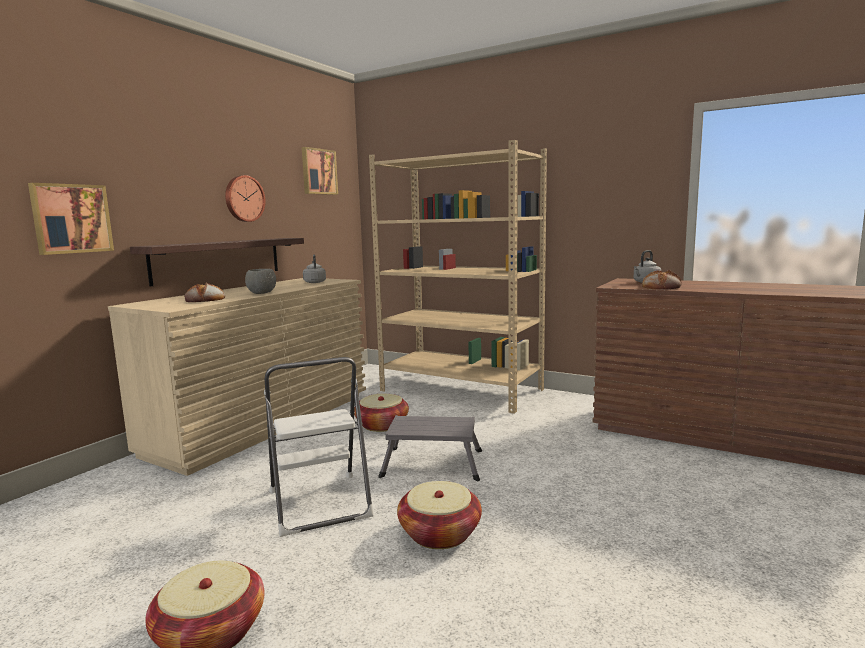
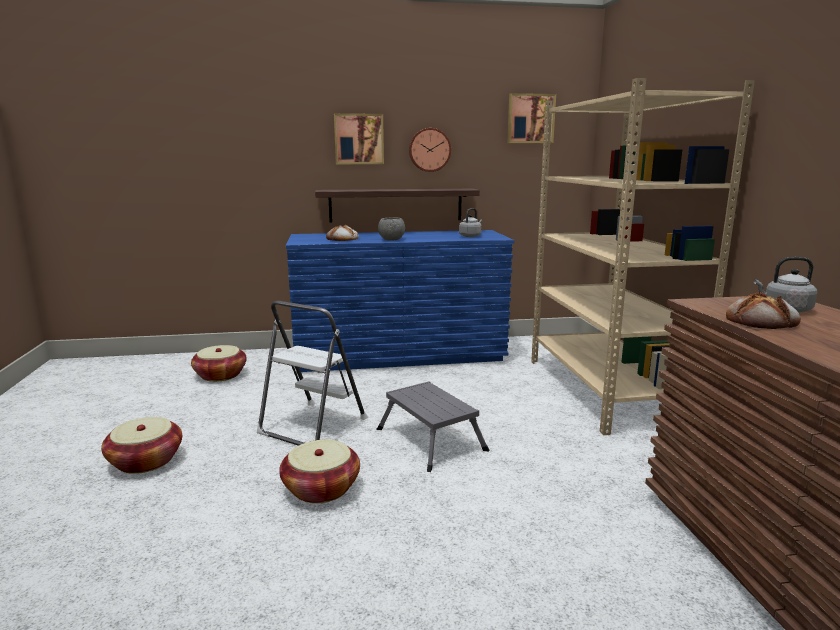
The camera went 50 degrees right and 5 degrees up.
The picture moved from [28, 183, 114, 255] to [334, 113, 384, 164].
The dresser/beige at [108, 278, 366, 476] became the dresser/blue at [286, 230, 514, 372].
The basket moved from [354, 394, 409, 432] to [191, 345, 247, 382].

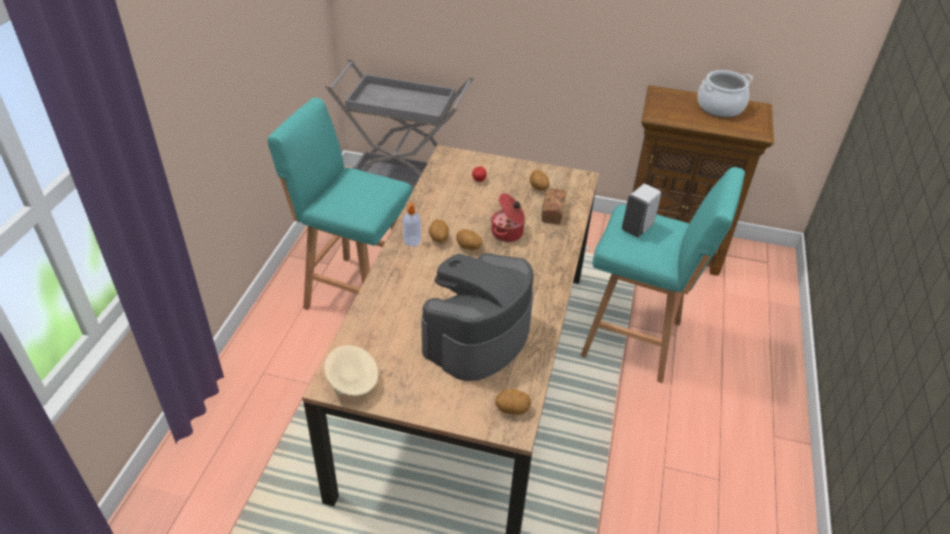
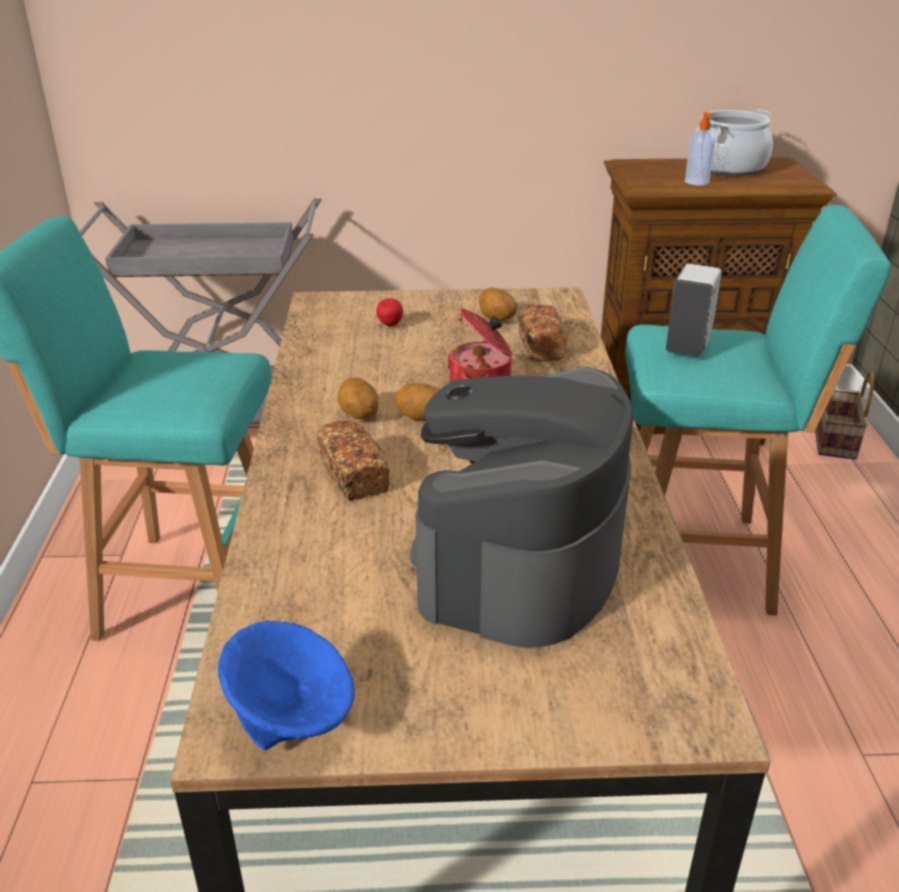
The camera went 15 degrees left and 10 degrees down.
The soap dispenser moved from [403, 203, 421, 246] to [685, 112, 715, 186].
The bowl/beige at [324, 345, 378, 396] became the bowl/blue at [218, 620, 355, 751].
The potato at [495, 389, 531, 415] disappeared.
The basket at [815, 371, 874, 460] appeared.
The bread at [316, 421, 390, 501] appeared.

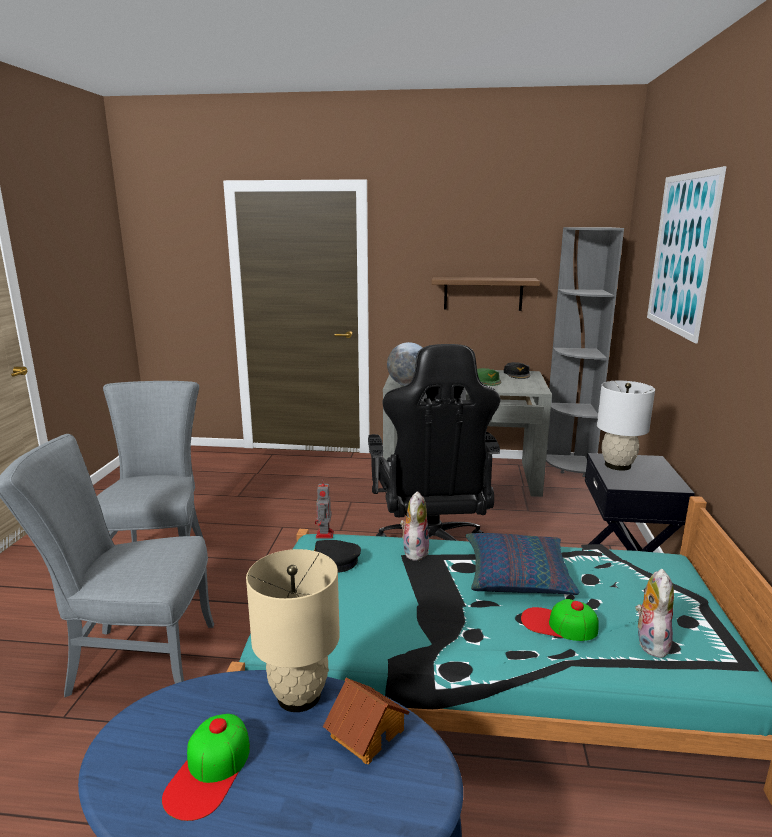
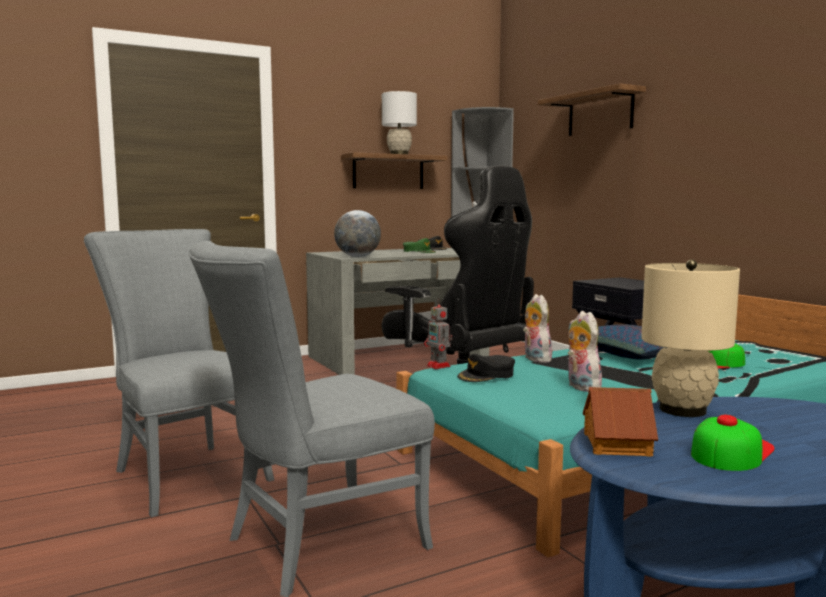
The camera went 35 degrees left and 10 degrees down.
The picture at [647, 166, 727, 343] was replaced by the shelf at [538, 83, 646, 136].
The table lamp/white moved from [597, 381, 655, 471] to [382, 91, 417, 154].
The plush toy moved from [635, 569, 674, 658] to [568, 311, 602, 392].
The toy house moved from [323, 678, 409, 765] to [583, 387, 658, 457].
The cap at [162, 714, 250, 821] turned 120 degrees counterclockwise.

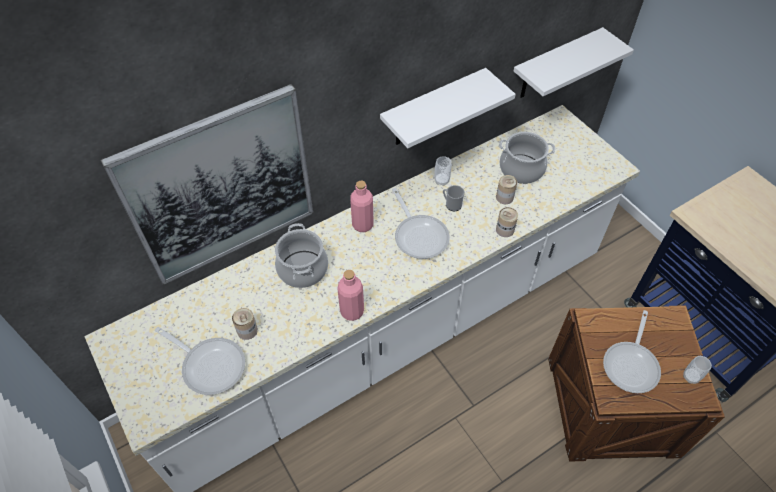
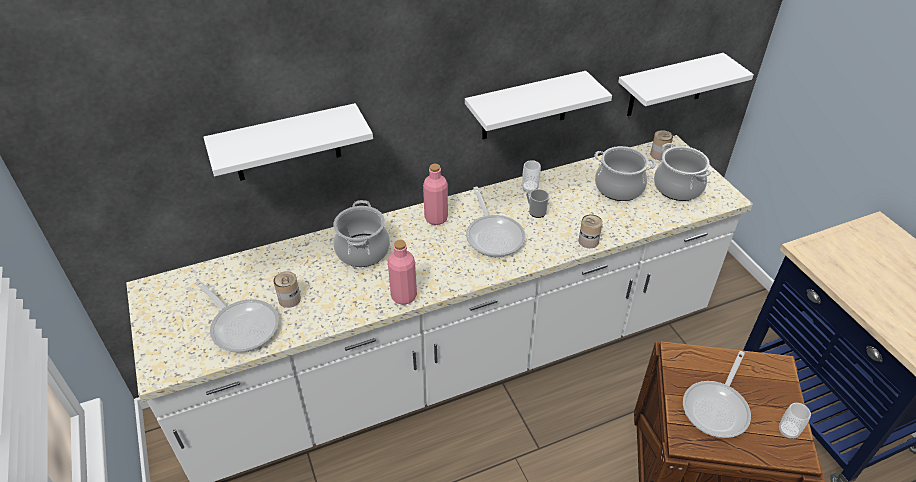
The camera went 10 degrees right and 10 degrees down.
The picture at [101, 84, 313, 285] was replaced by the shelf/white at [203, 103, 373, 181].
The can moved from [496, 175, 517, 204] to [650, 130, 673, 160].
The cooking pot at [654, 143, 711, 201] appeared.

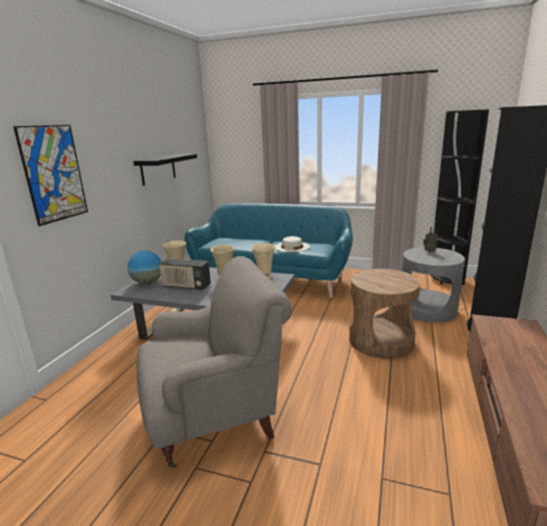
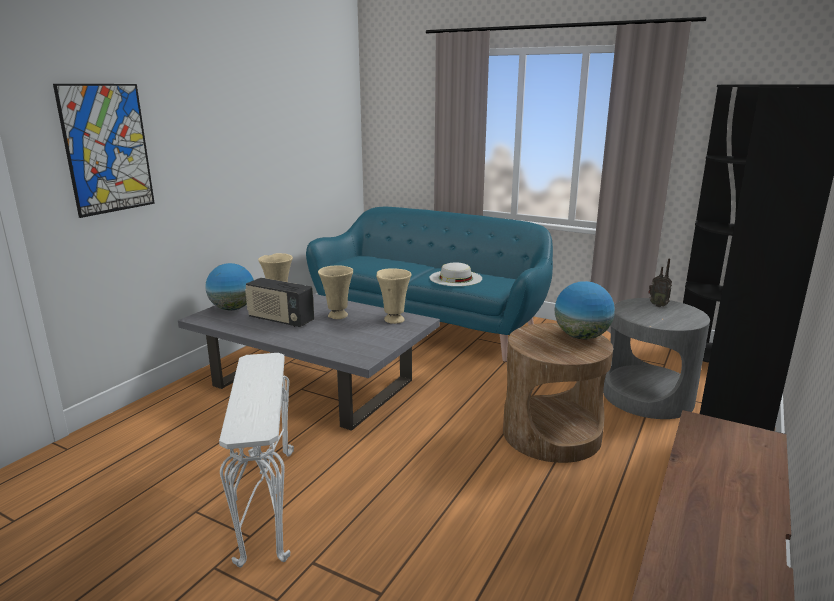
The camera went 10 degrees right and 0 degrees up.
The shelf/black at [133, 154, 197, 186] disappeared.
The armchair/grey at [137, 256, 291, 468] was replaced by the side table/white at [219, 353, 294, 568].
The globe at [554, 281, 615, 339] appeared.

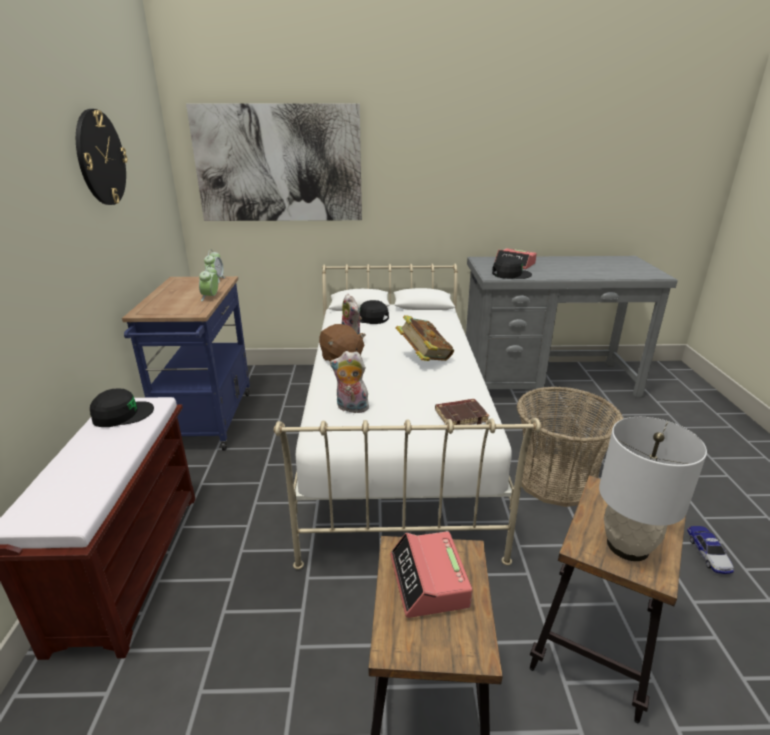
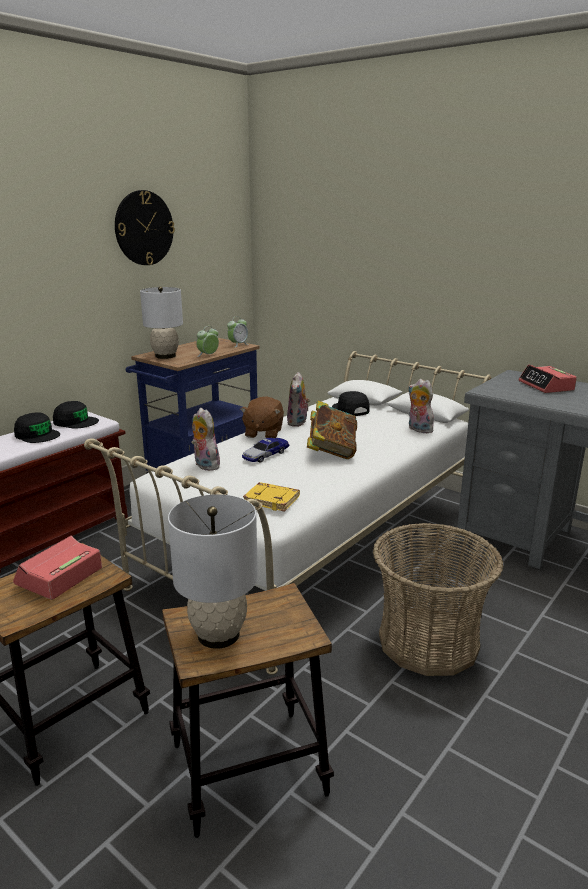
The camera went 40 degrees right and 5 degrees down.
The picture at [186, 103, 362, 221] disappeared.
The cap/black moved from [492, 256, 532, 279] to [14, 413, 60, 443].
The book/brown at [435, 399, 490, 425] became the book/yellow at [243, 482, 300, 512].
The toy car moved from [687, 526, 734, 574] to [242, 438, 289, 463].
The table lamp/white at [140, 286, 183, 359] appeared.
The plush toy at [408, 379, 434, 433] appeared.

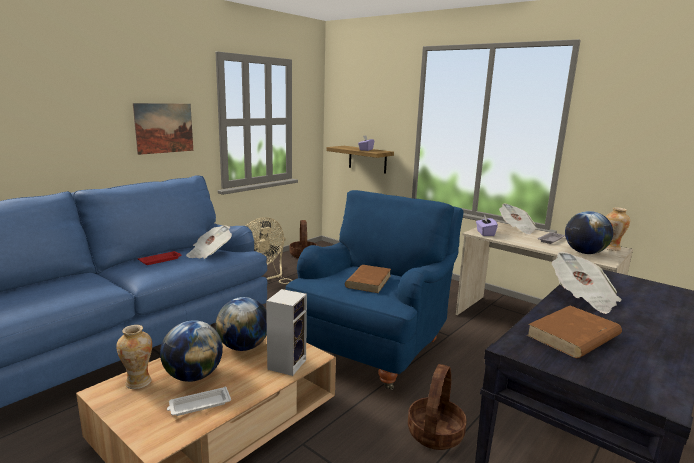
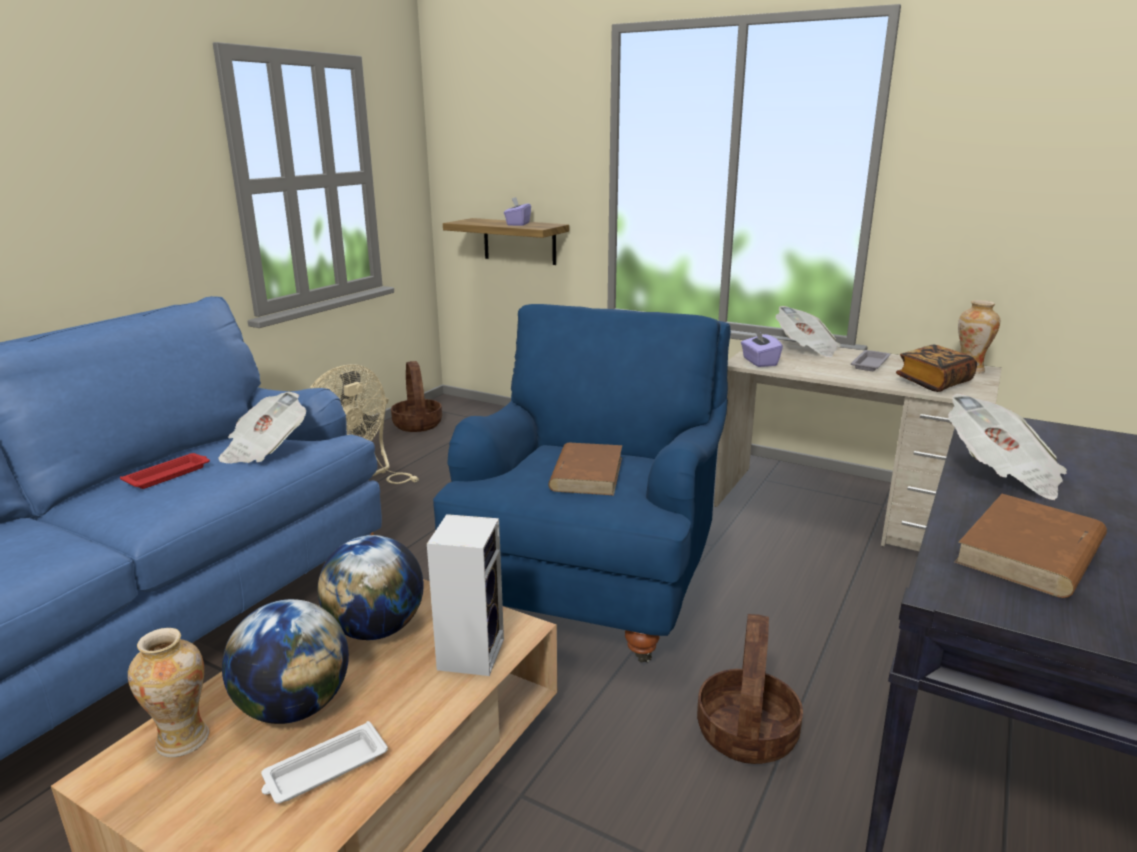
The camera went 10 degrees left and 5 degrees up.
The picture at [133, 103, 193, 155] disappeared.
The globe at [565, 211, 613, 254] was replaced by the book at [896, 345, 977, 392].

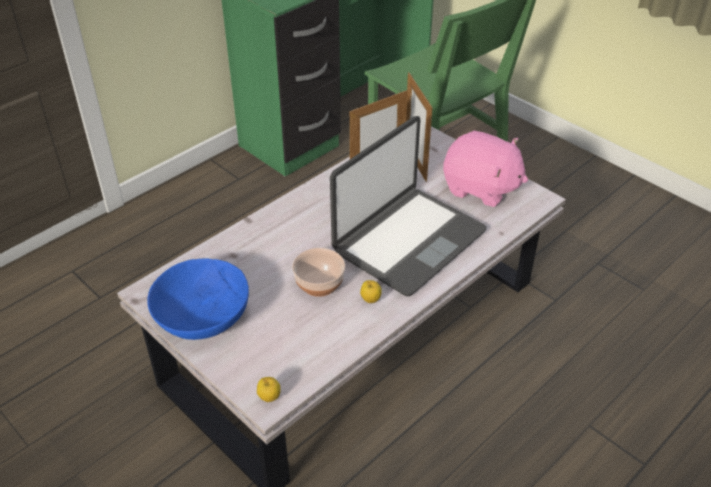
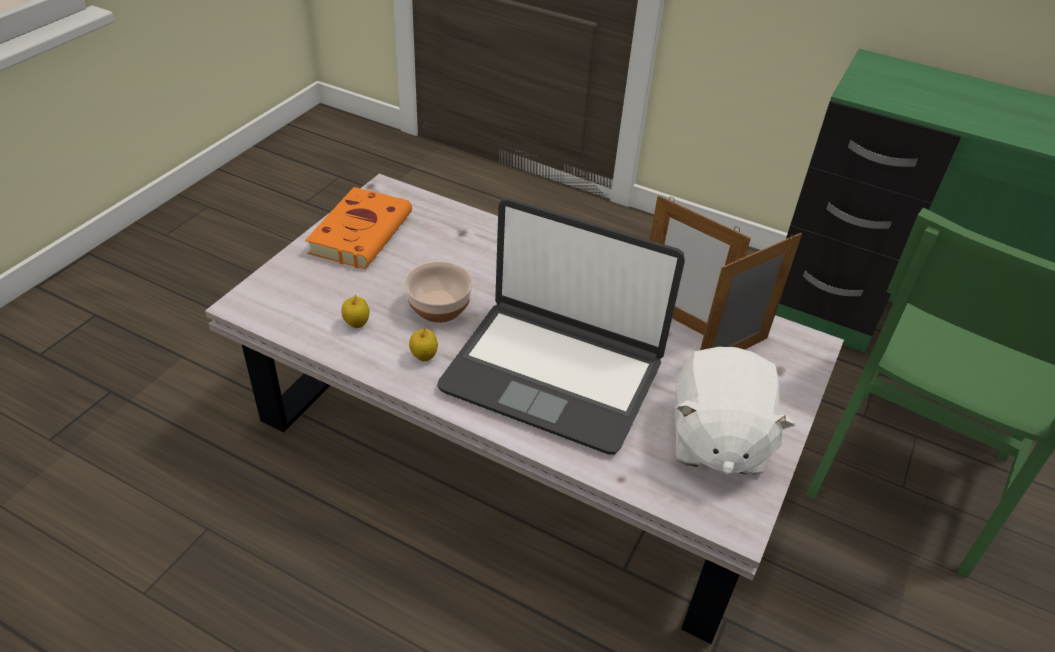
The camera went 70 degrees right and 0 degrees up.
The plush toy/pink at [443, 131, 528, 207] became the plush toy/white at [675, 347, 796, 475].
The bowl/blue at [147, 258, 249, 340] was replaced by the book/orange at [305, 187, 412, 269].
The apple moved from [257, 377, 281, 402] to [341, 295, 370, 328].

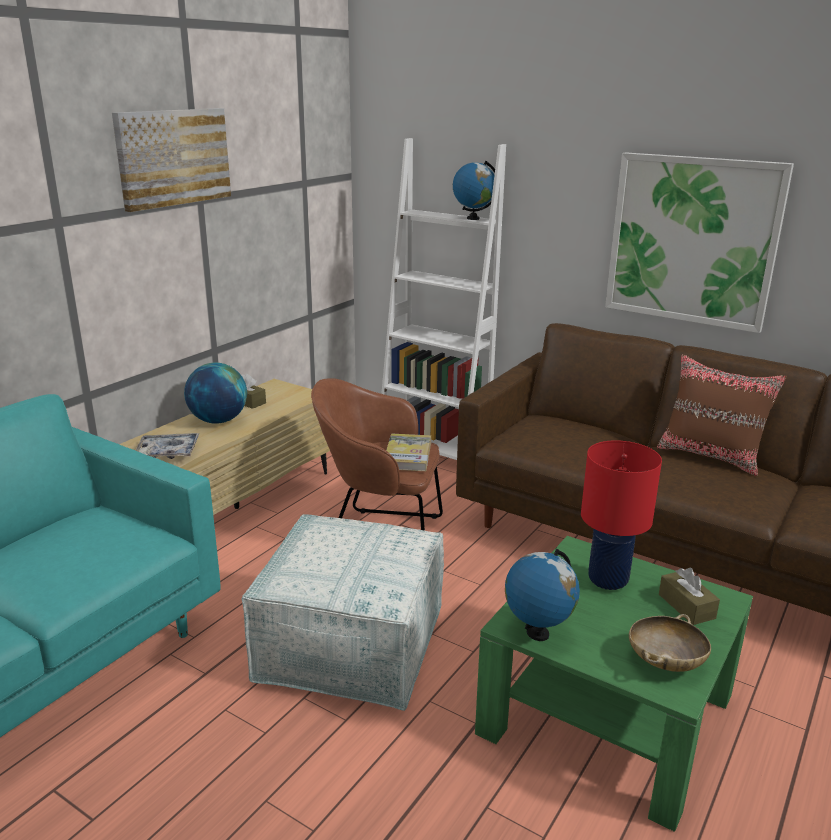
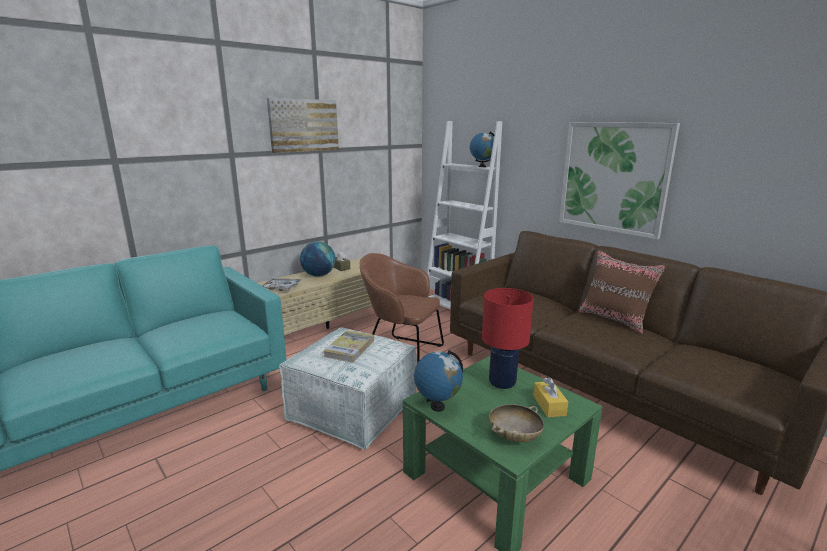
The camera went 15 degrees right and 5 degrees down.
The book moved from [386, 433, 431, 471] to [324, 330, 374, 363].
The tissue box/brown at [659, 568, 720, 625] became the tissue box/yellow at [533, 377, 568, 417].

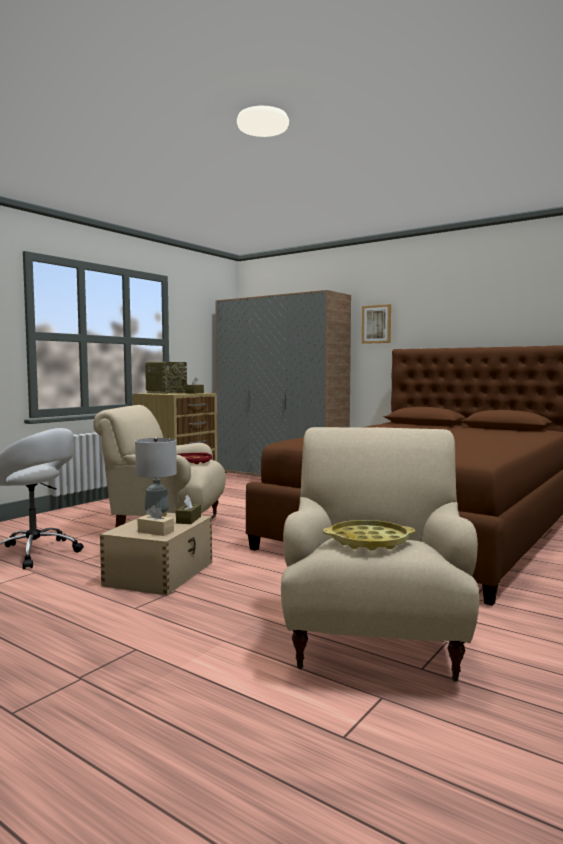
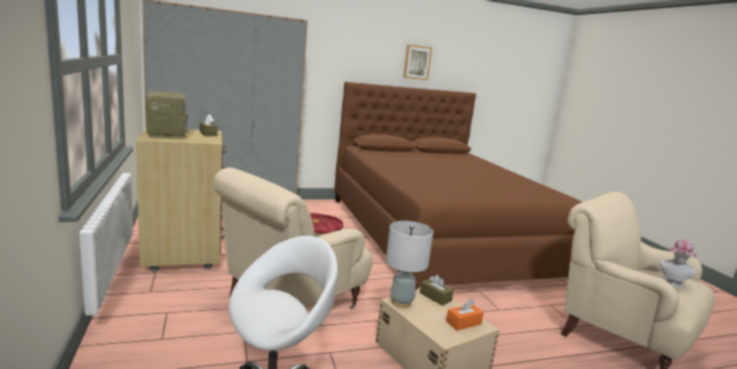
The camera went 55 degrees left and 10 degrees up.
The picture moved from [362, 304, 391, 344] to [403, 45, 432, 80].
The tissue box/beige at [137, 505, 174, 536] became the tissue box/orange at [446, 299, 484, 331].
The tray/yellow at [323, 520, 415, 551] was replaced by the hat at [660, 239, 698, 288].

